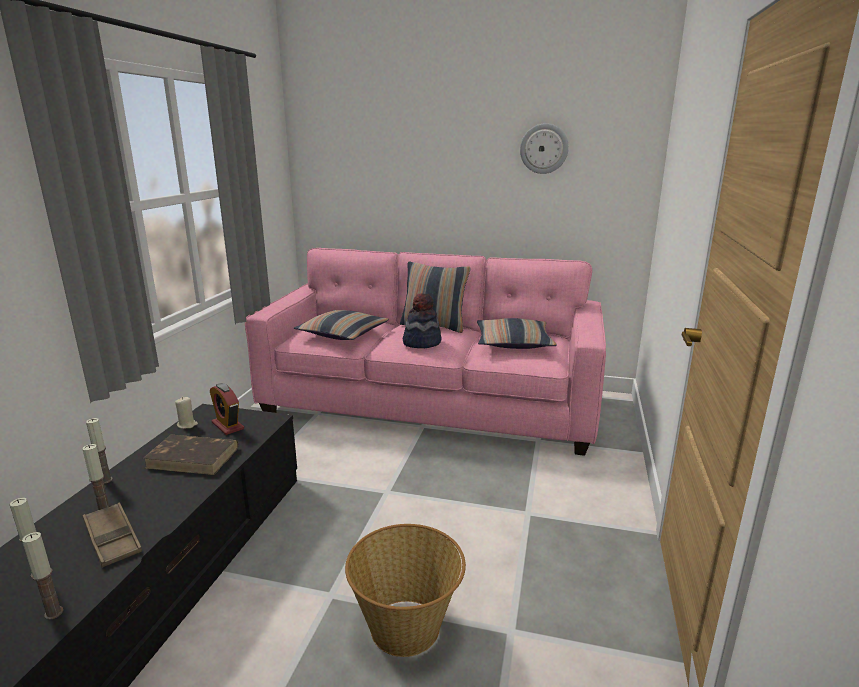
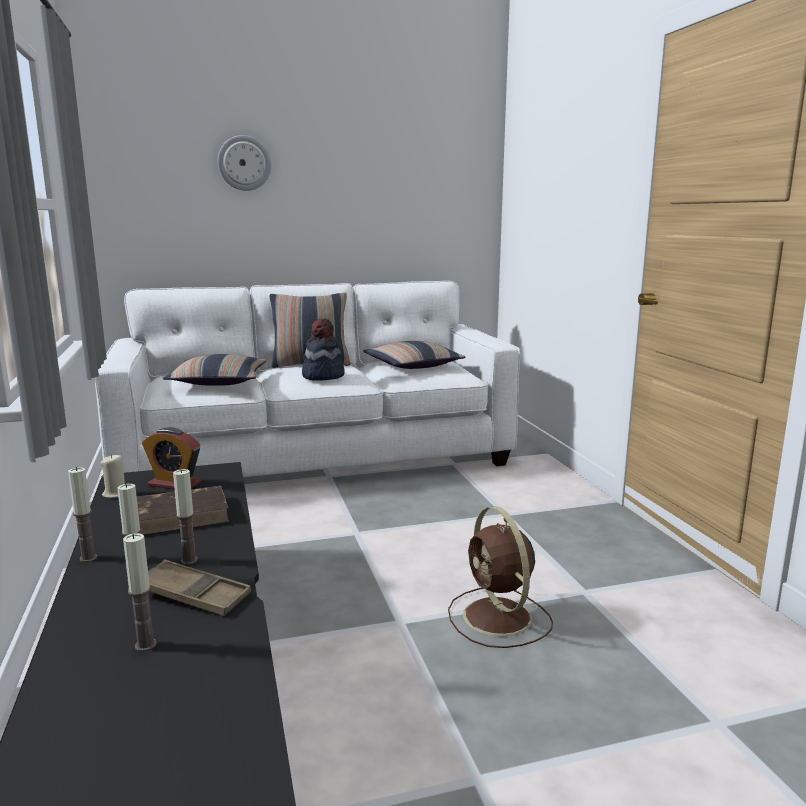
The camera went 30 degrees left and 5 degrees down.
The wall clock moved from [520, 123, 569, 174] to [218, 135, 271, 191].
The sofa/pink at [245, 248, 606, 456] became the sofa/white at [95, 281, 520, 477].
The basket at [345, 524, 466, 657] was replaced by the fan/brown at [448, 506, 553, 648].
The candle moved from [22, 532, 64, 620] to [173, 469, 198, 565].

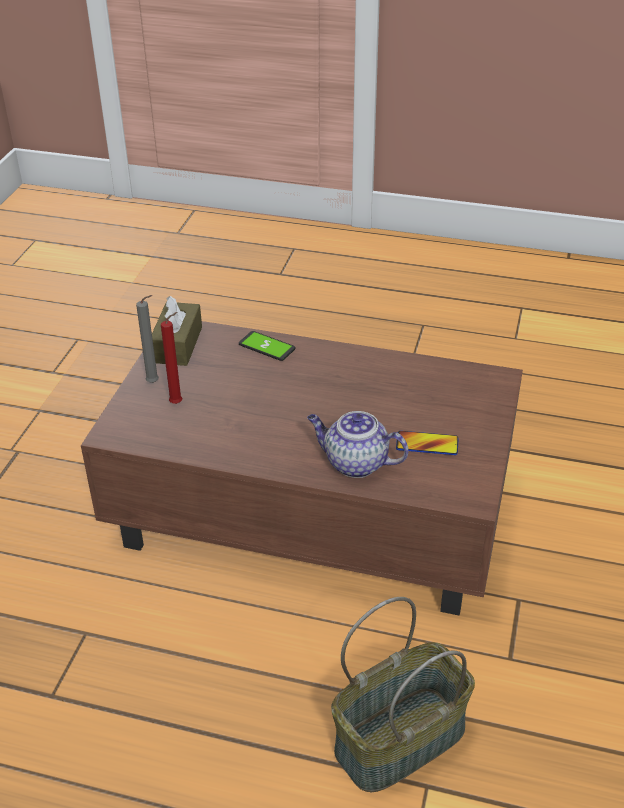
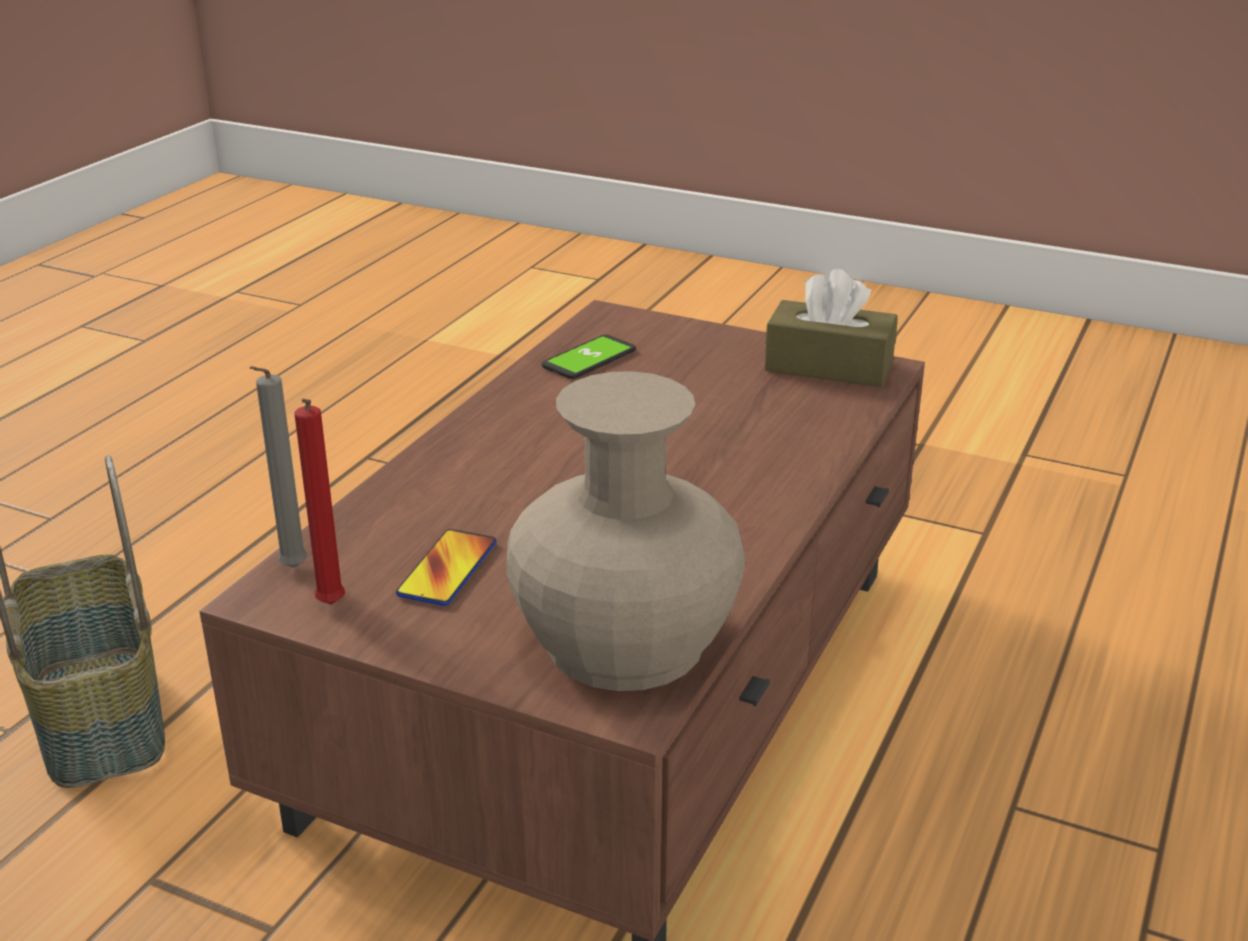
The camera went 100 degrees right and 10 degrees down.
The candle/grey moved from [136, 295, 159, 383] to [250, 366, 308, 568].
The candle/red moved from [161, 312, 182, 404] to [294, 398, 345, 604].
The phone moved from [239, 331, 296, 361] to [541, 335, 636, 379].
The teapot at [307, 411, 409, 478] disappeared.
The vase/beige at [507, 371, 745, 691] appeared.

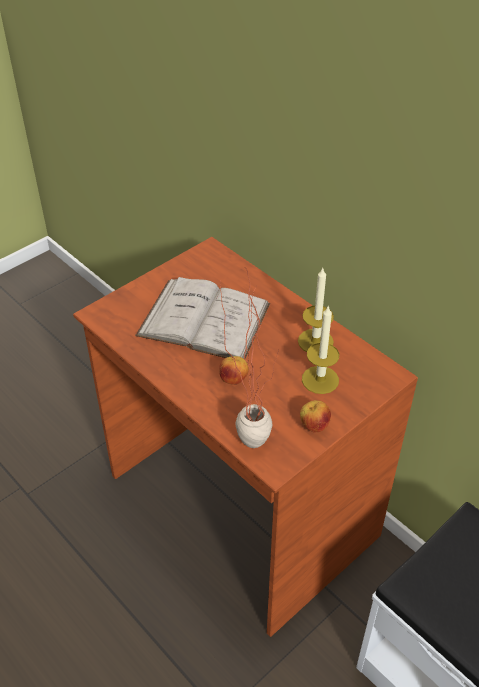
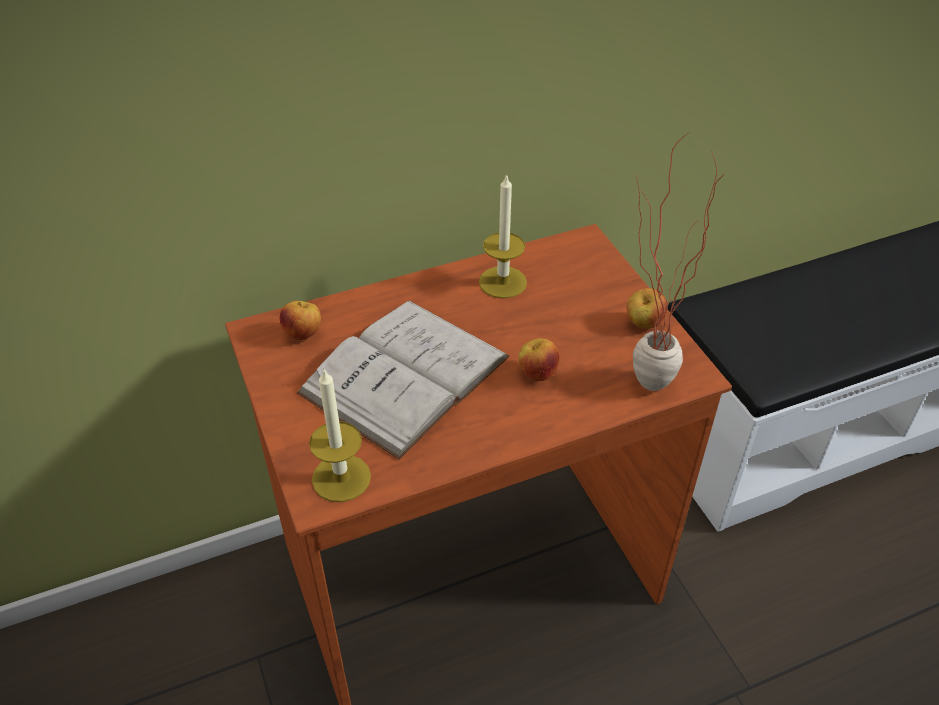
The camera went 70 degrees left and 0 degrees up.
The candle moved from [302, 305, 339, 394] to [309, 370, 371, 502].
The apple at [280, 301, 321, 340] appeared.

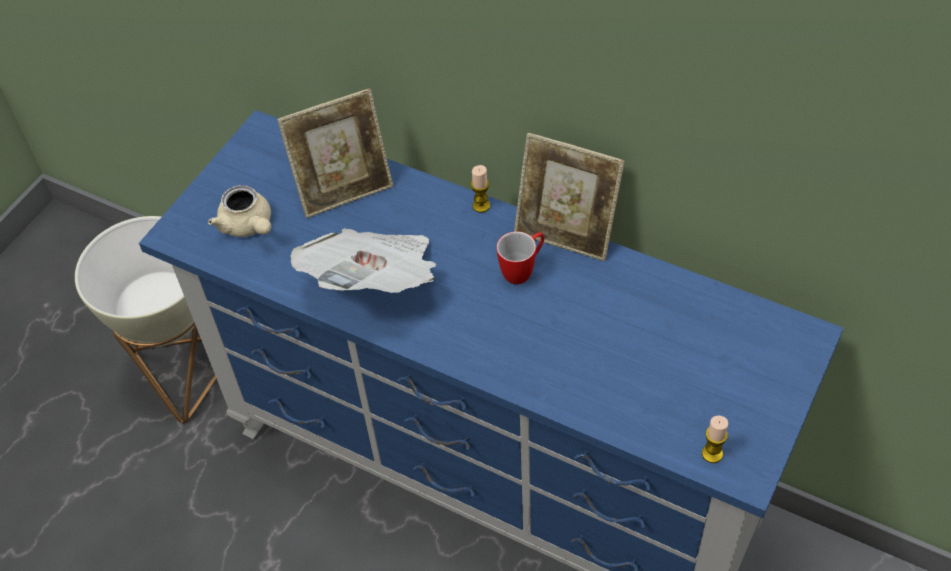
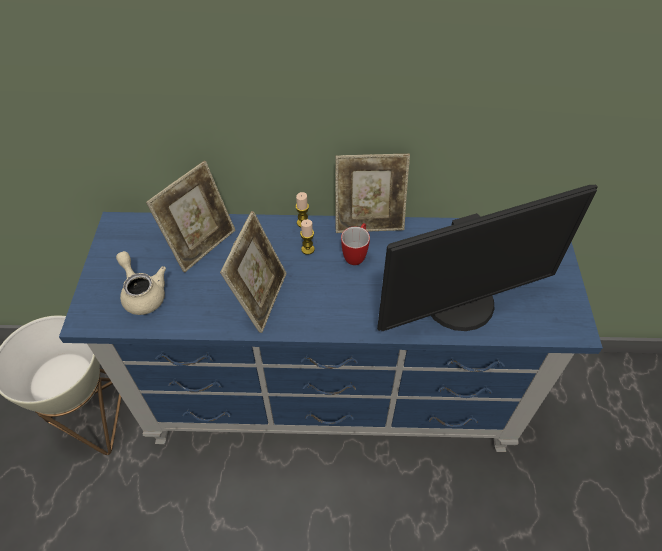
The camera went 30 degrees left and 0 degrees up.
The teapot/beige at [208, 185, 271, 237] turned 150 degrees counterclockwise.
The newspaper at [290, 228, 436, 293] was replaced by the picture frame at [220, 211, 287, 333].
The candle moved from [702, 415, 728, 463] to [300, 219, 315, 255].
The monitor at [377, 185, 598, 331] appeared.

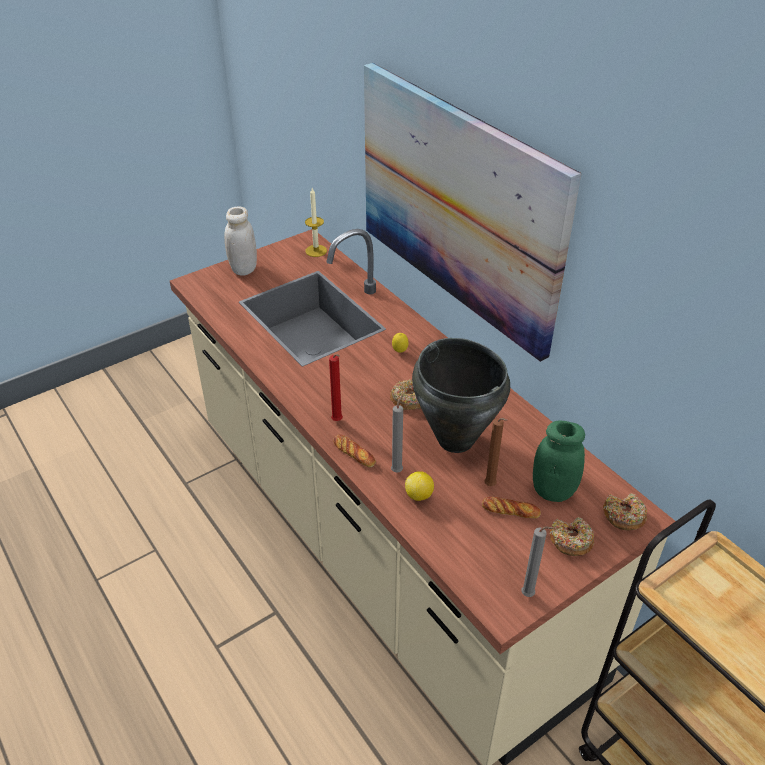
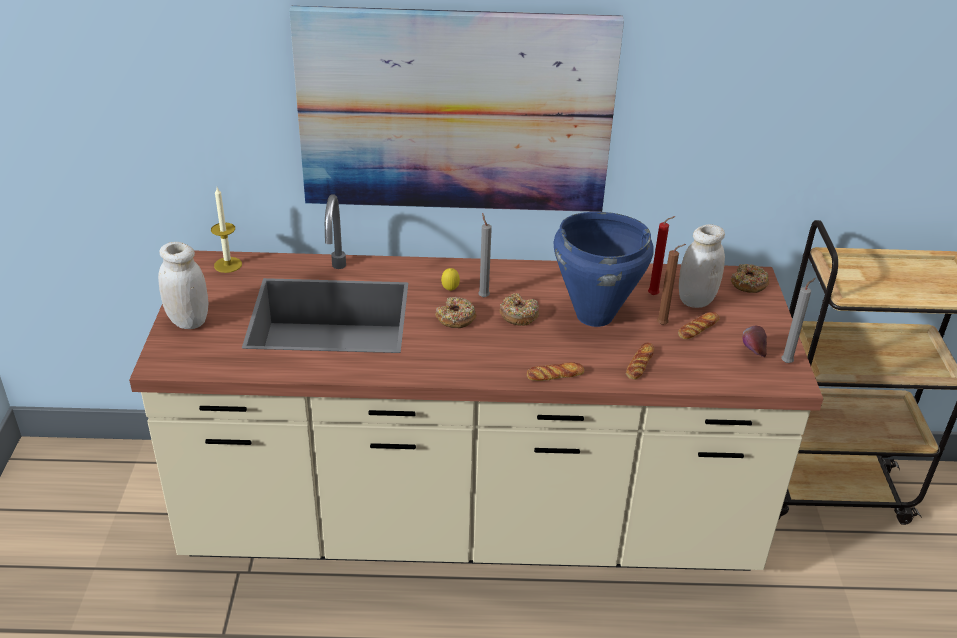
The camera went 55 degrees left and 5 degrees down.
The cooking pot/black at [412, 338, 510, 453] became the cooking pot/blue at [554, 212, 654, 327].
The candle/red moved from [329, 354, 343, 421] to [648, 216, 676, 295].
The candle/grey moved from [391, 394, 403, 473] to [478, 213, 492, 297].
The jar/green at [533, 421, 585, 502] became the jar/white at [679, 224, 725, 308].
The lemon at [405, 471, 434, 501] was replaced by the bread at [626, 343, 654, 380].
The donut moved from [550, 517, 594, 556] to [435, 297, 476, 328].
The apple at [743, 326, 767, 357] appeared.

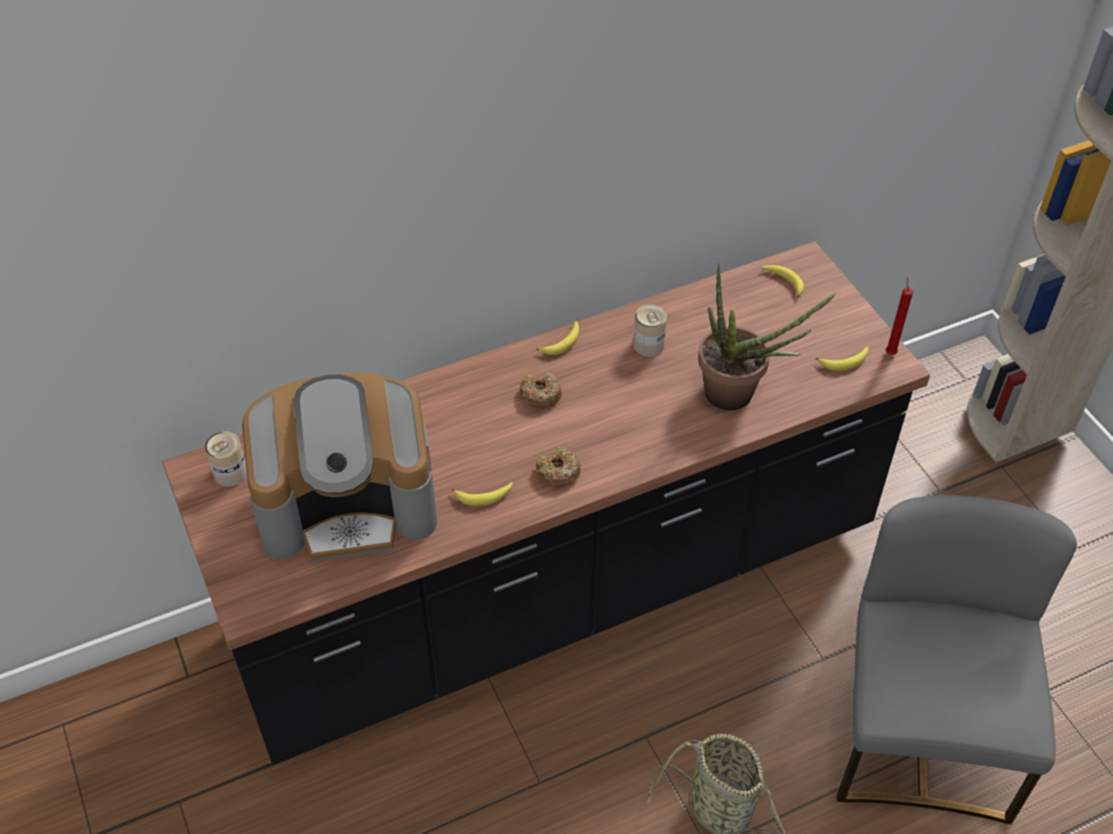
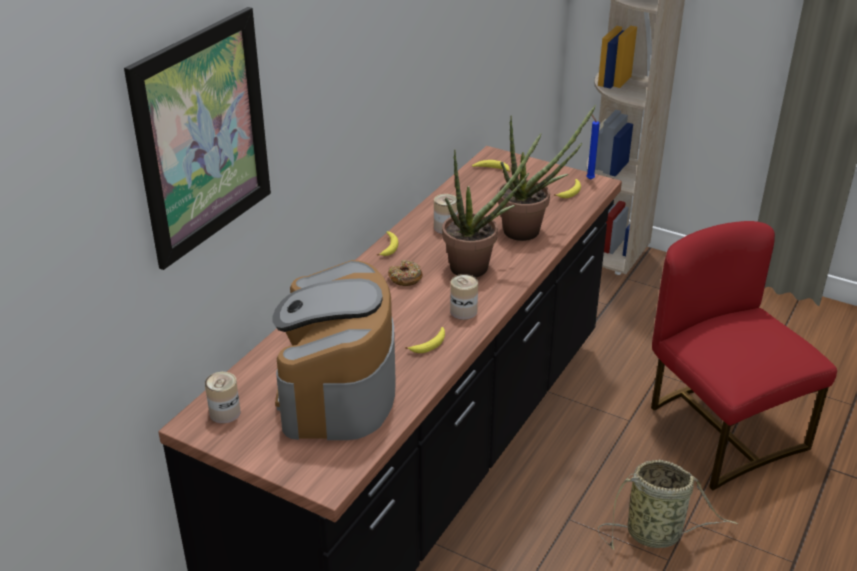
The camera went 35 degrees left and 15 degrees down.
The candle/red at [886, 276, 913, 355] became the candle/blue at [586, 114, 600, 180].
The coffee machine at [242, 373, 437, 562] turned 135 degrees clockwise.
The donut at [536, 447, 581, 487] was replaced by the can at [450, 274, 478, 320].
The chair/grey at [837, 495, 1077, 824] became the chair/red at [651, 221, 837, 490].
The picture at [124, 7, 271, 270] appeared.
The potted plant at [442, 133, 542, 278] appeared.

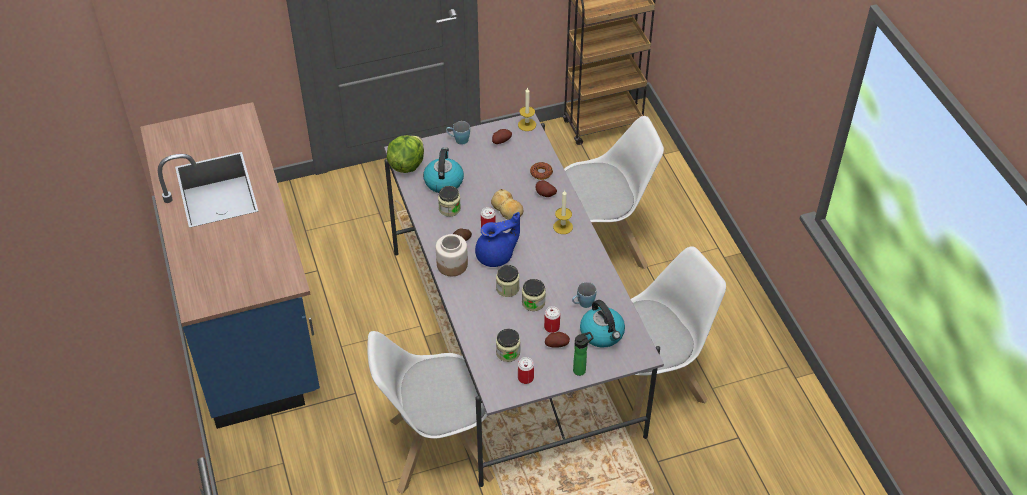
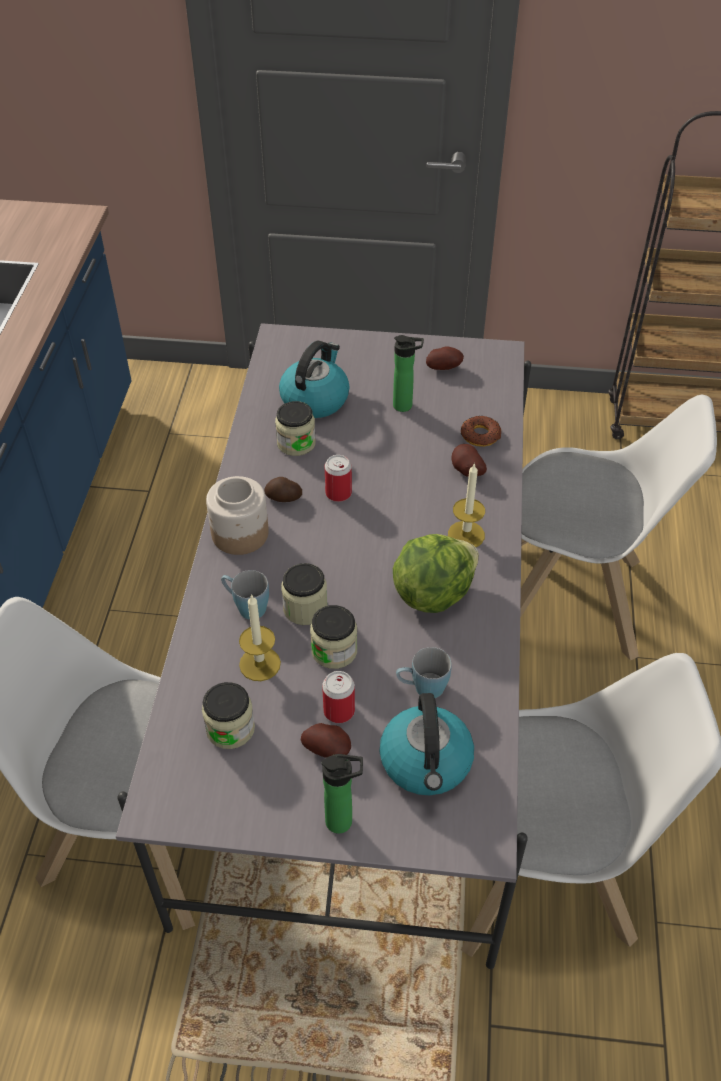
The camera went 25 degrees right and 0 degrees up.
The candle moved from [518, 87, 536, 131] to [239, 594, 281, 681].
The mug/blue moved from [446, 121, 470, 145] to [221, 570, 269, 620].
The lettuce moved from [387, 135, 424, 173] to [393, 534, 479, 613].
The bread at [491, 189, 523, 220] disappeared.
The teapot/blue at [475, 212, 520, 267] disappeared.
The can at [518, 357, 534, 384] disappeared.
The bottle at [393, 335, 424, 412] appeared.

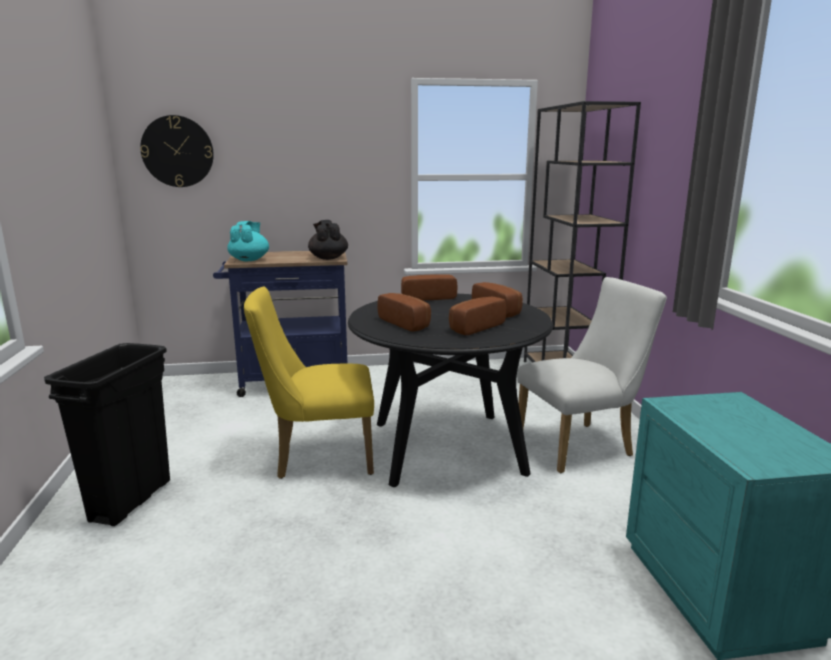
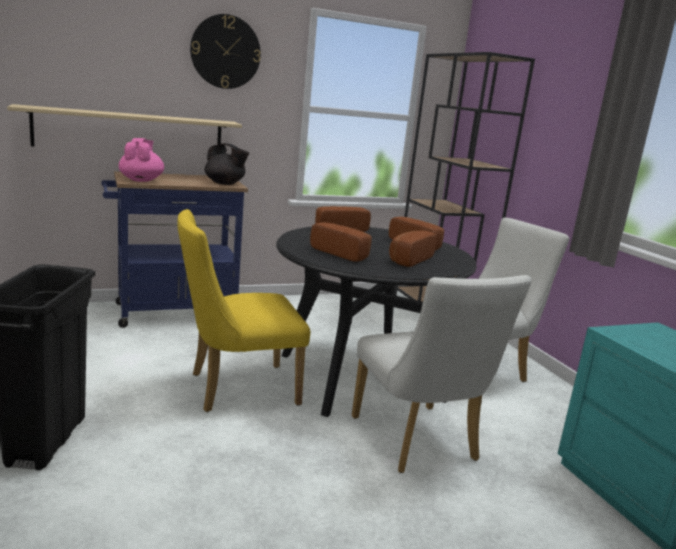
The camera went 15 degrees left and 0 degrees up.
The wall clock moved from [140, 115, 214, 187] to [190, 14, 261, 89].
The teapot/black at [308, 220, 348, 260] turned 150 degrees clockwise.
The teapot/turquoise at [227, 221, 269, 261] became the teapot/pink at [119, 138, 164, 182].
The shelf/beige at [7, 104, 242, 147] appeared.
The chair/white at [352, 275, 532, 473] appeared.

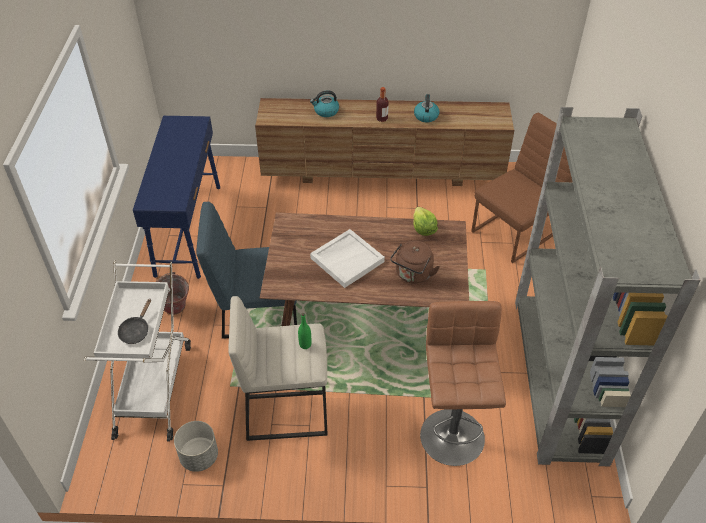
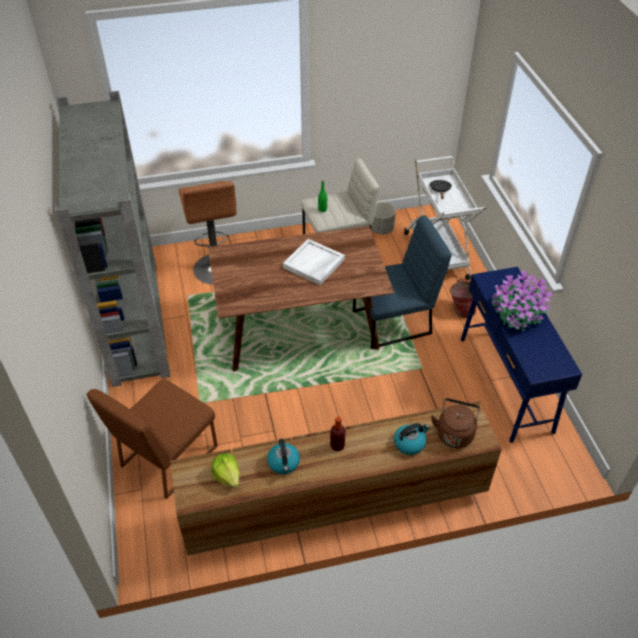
The camera went 165 degrees right and 0 degrees up.
The lettuce moved from [413, 207, 438, 236] to [211, 453, 239, 488].
The kettle/brown moved from [390, 241, 440, 284] to [431, 398, 480, 448].
The potted plant at [491, 270, 553, 331] appeared.

